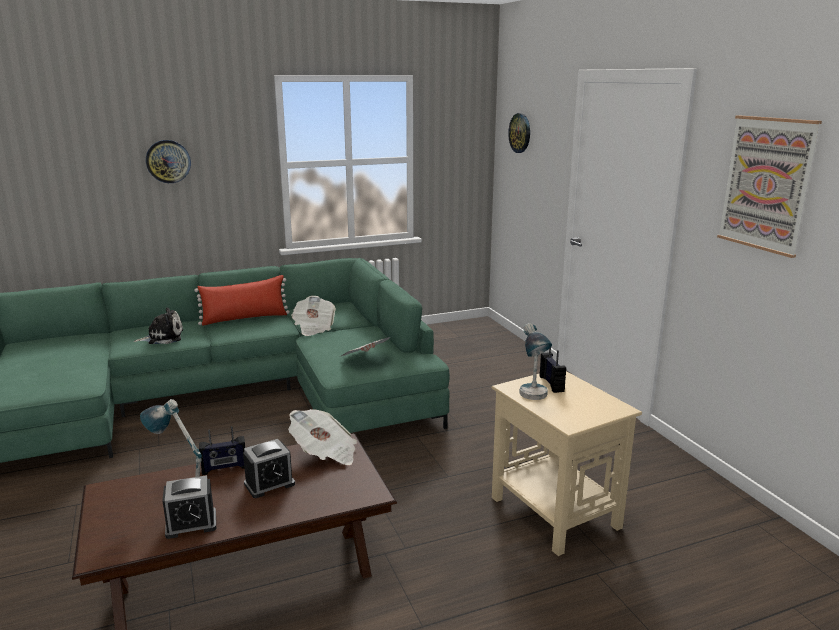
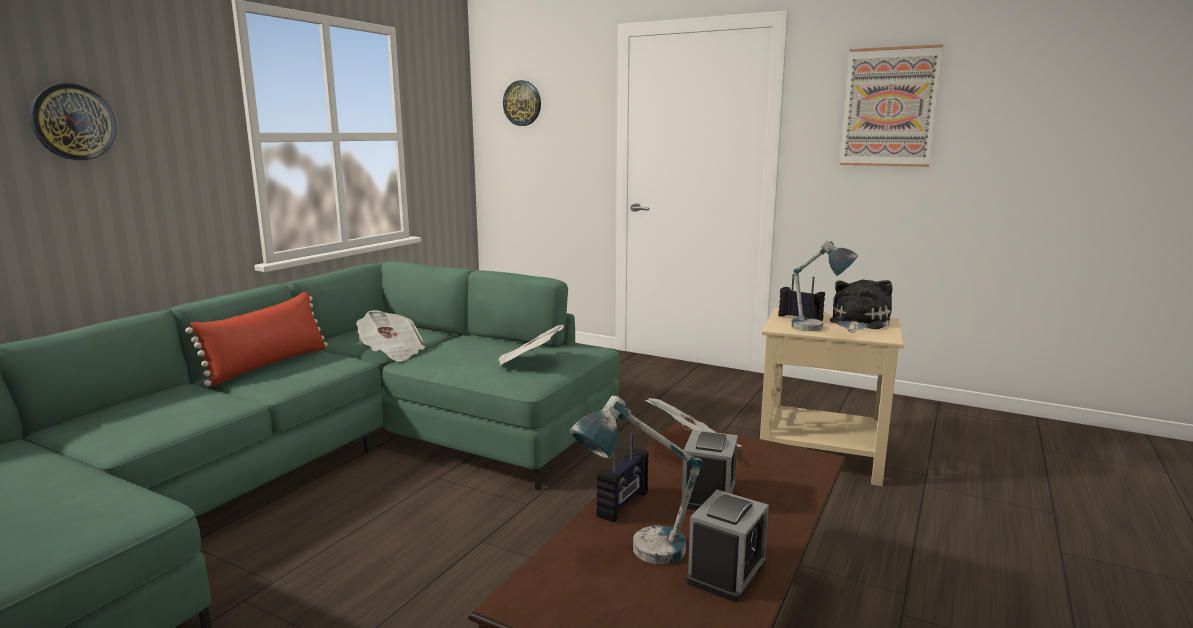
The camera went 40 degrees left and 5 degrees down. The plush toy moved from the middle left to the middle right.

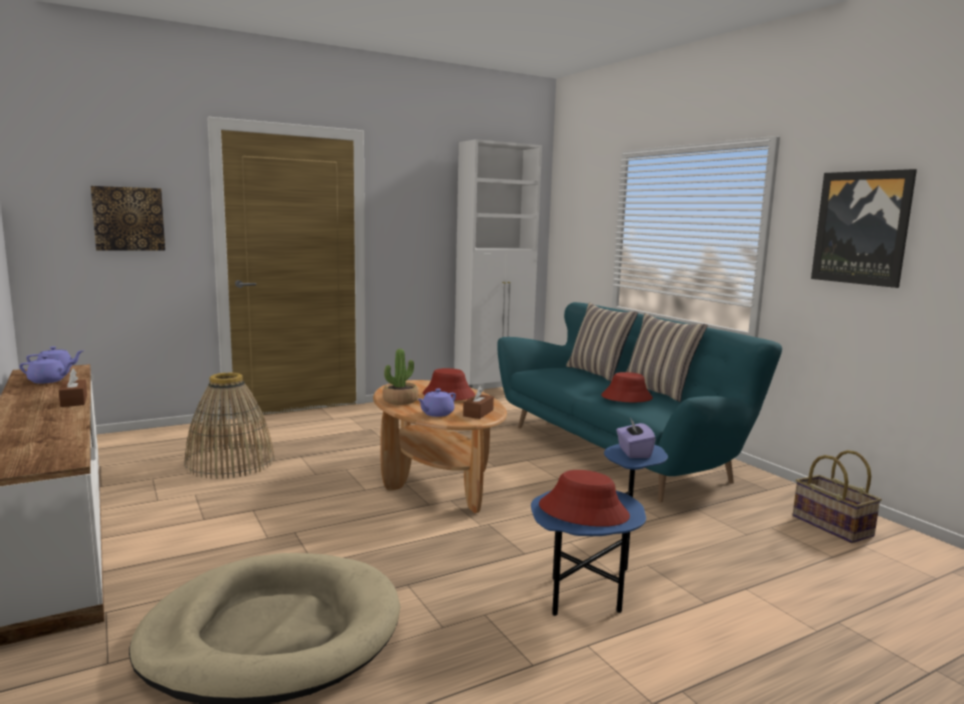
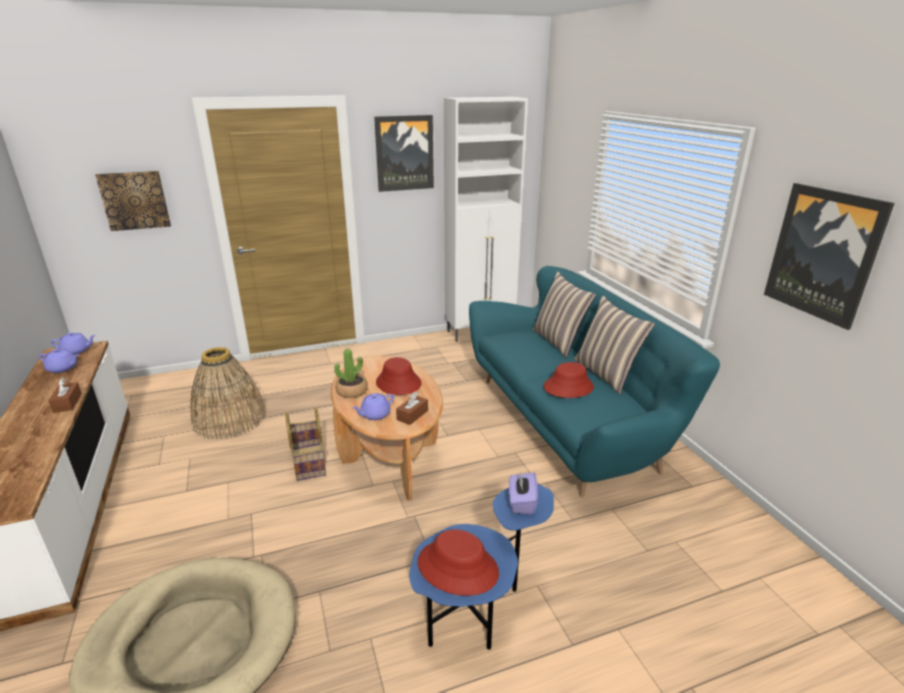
The camera went 10 degrees right and 15 degrees up. The basket (no. 2 from left) moved from the bottom right to the centre. The picture (no. 2 from left) at the top centre appeared.

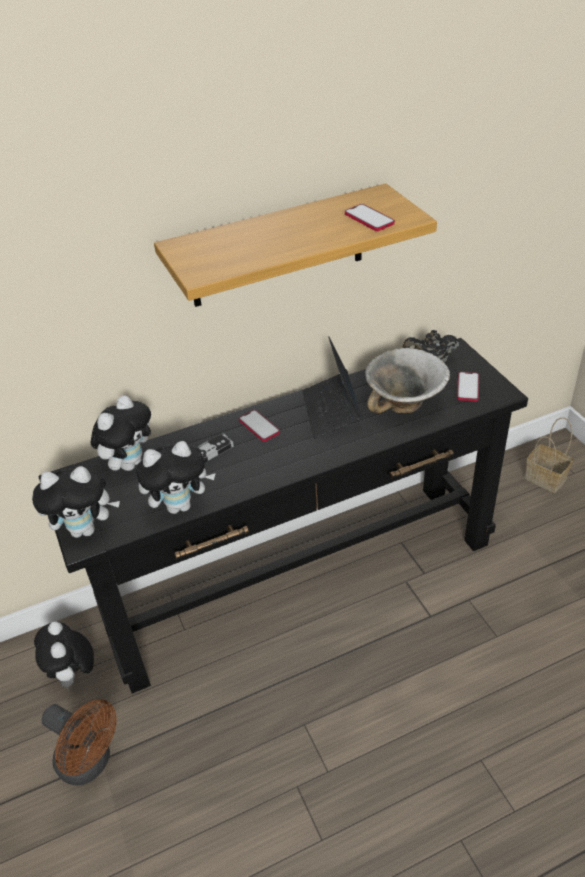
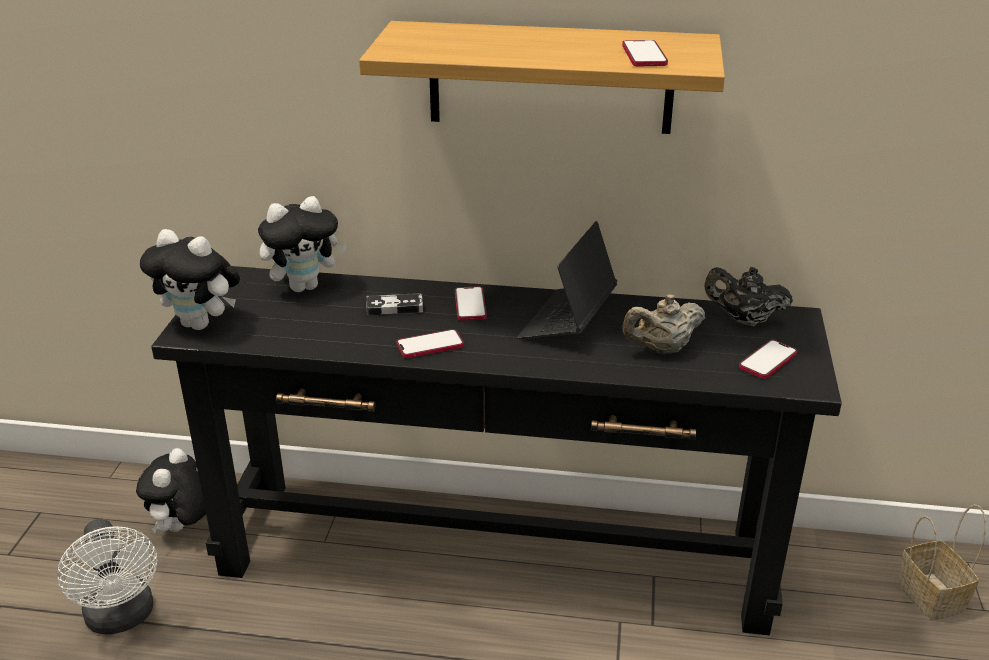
The camera went 30 degrees right and 10 degrees down. The bowl at the middle right was replaced by the beige teapot at the middle right. The plush toy (no. 4 from left) at the middle left disappeared. The brown fan at the bottom left became the white fan at the bottom left. The phone (no. 1 from left) at the centre appeared.

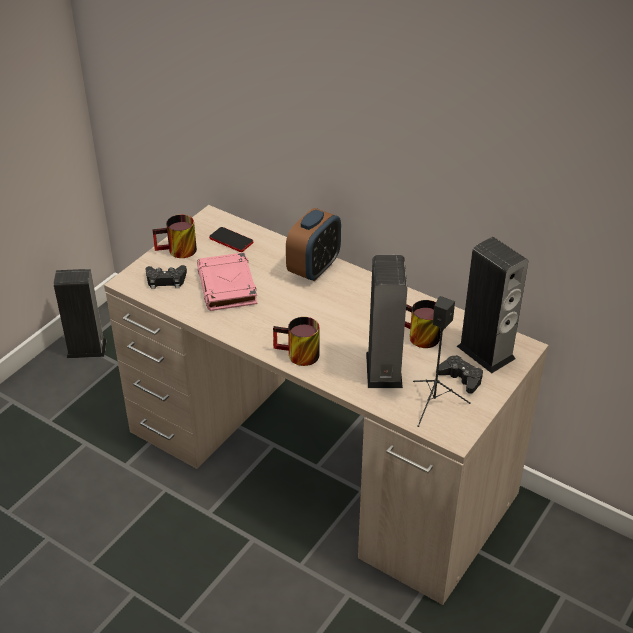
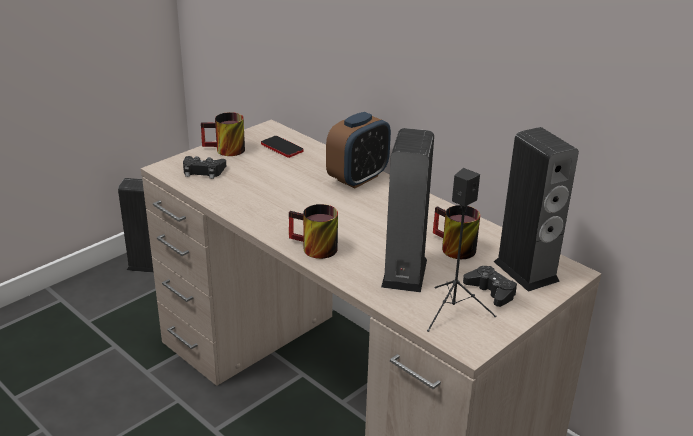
The camera went 10 degrees right and 10 degrees down. The pink book at the centre disappeared.

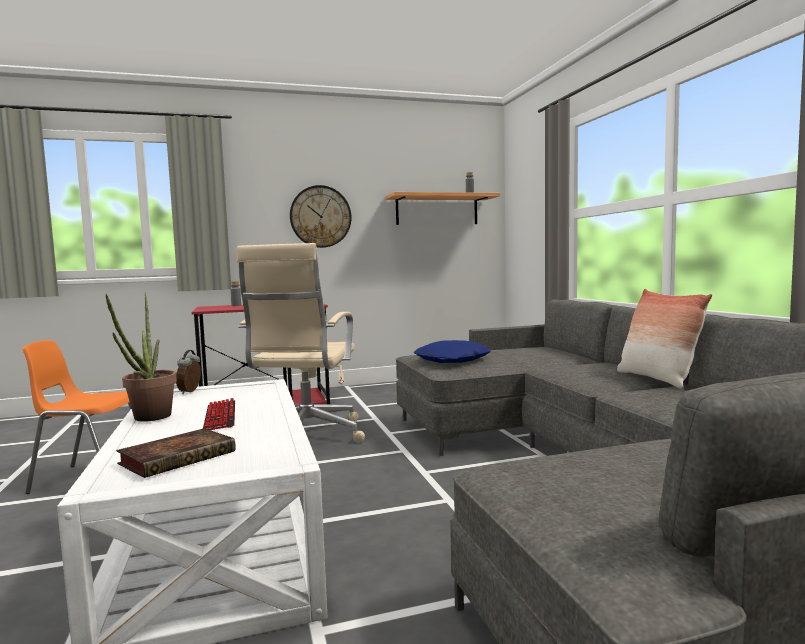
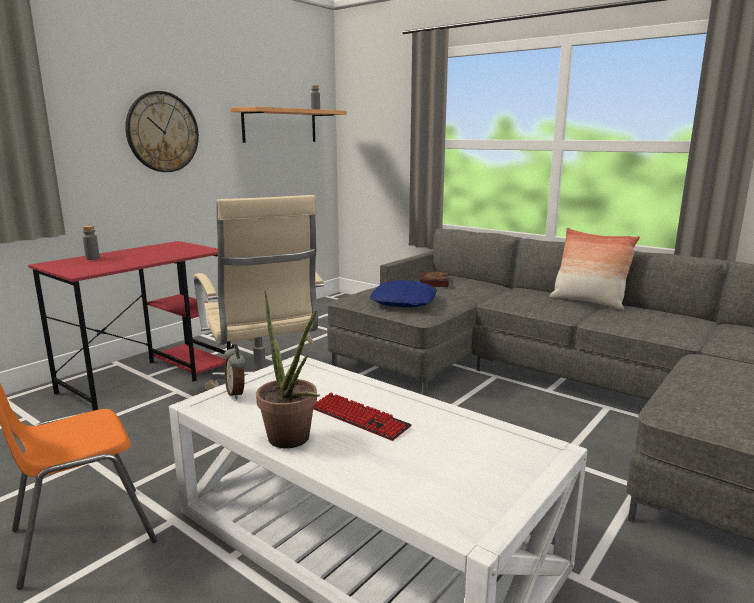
The camera went 35 degrees left and 10 degrees up. The book moved from the bottom left to the centre.

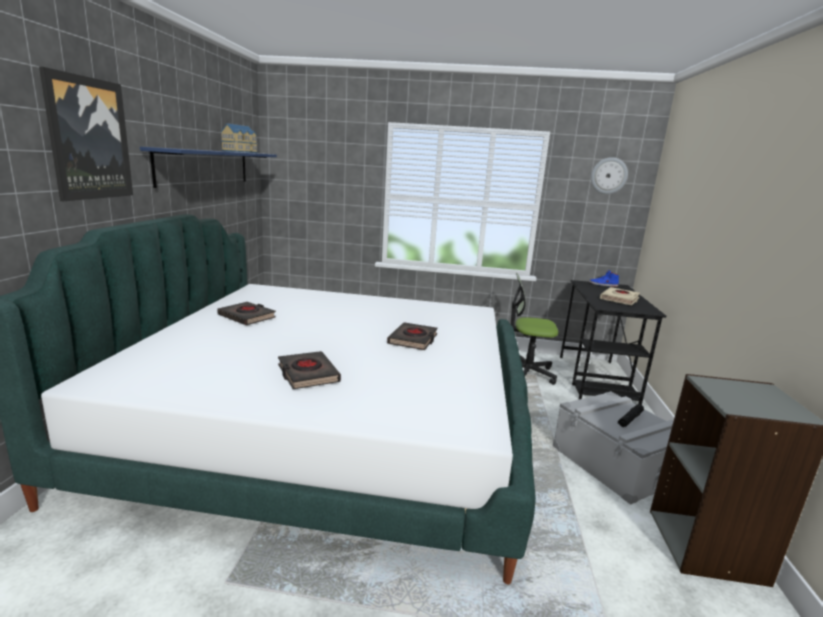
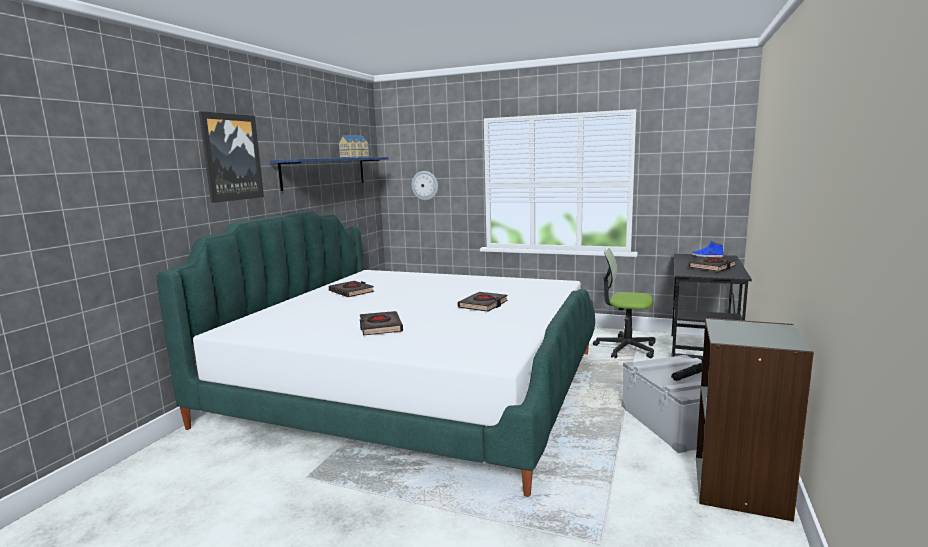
The camera went 15 degrees right and 5 degrees down. The wall clock moved from the top right to the centre. The beige book at the middle right became the black book (no. 4 from left) at the middle right.

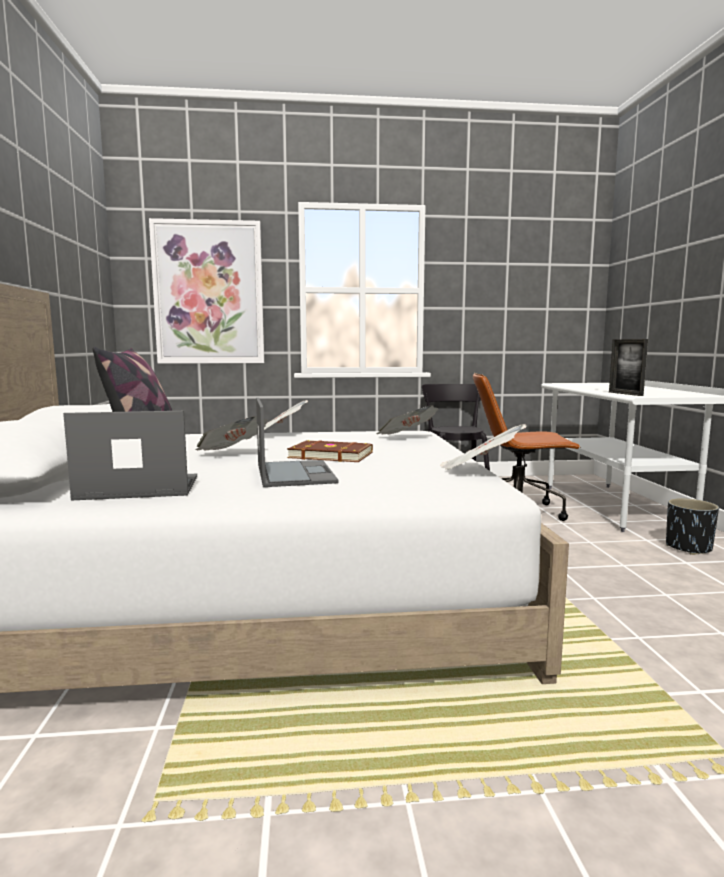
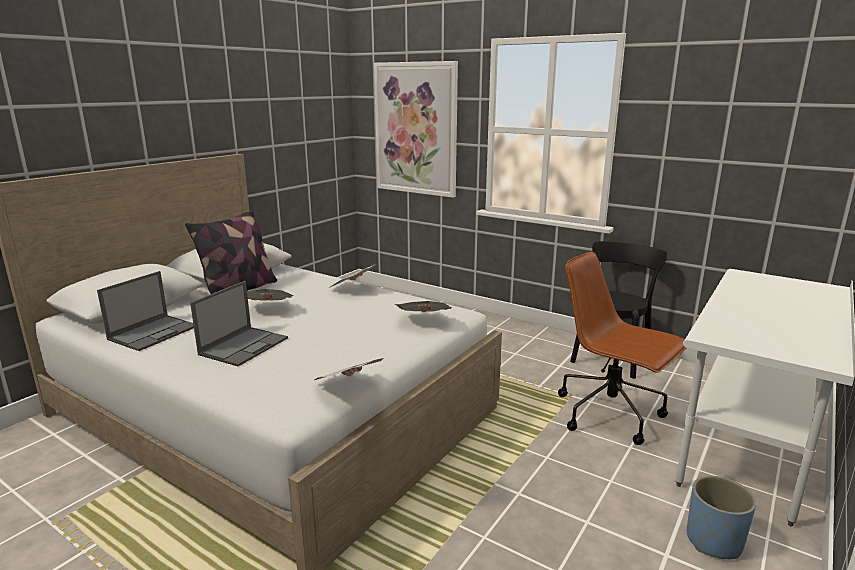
The camera went 40 degrees right and 10 degrees up. The picture frame at the middle right disappeared. The laptop (no. 1 from left) at the middle left turned 90 degrees clockwise. The brown book at the centre disappeared. The black planter at the middle right became the blue planter at the bottom right.

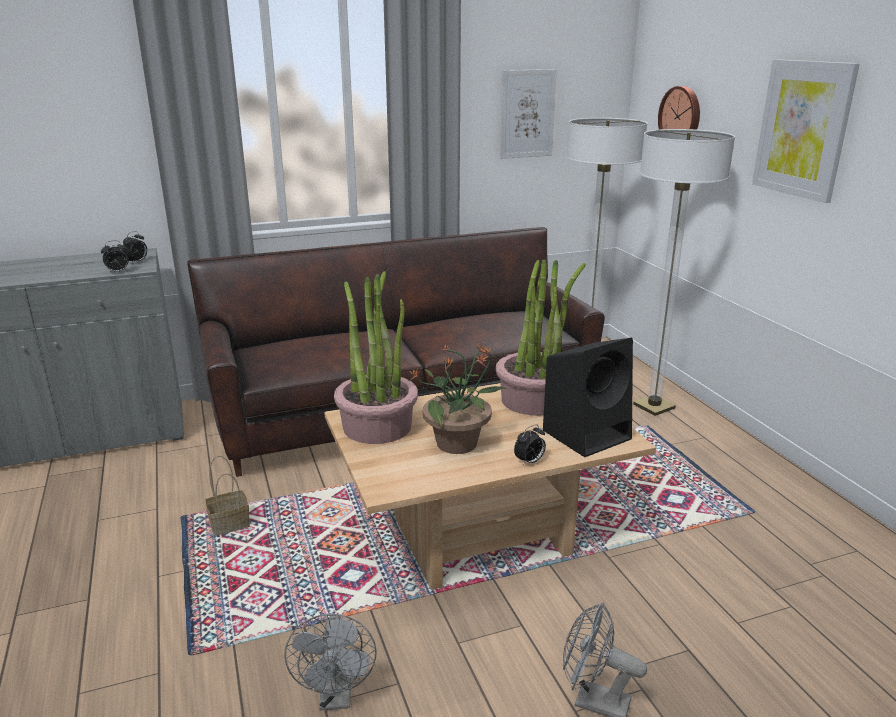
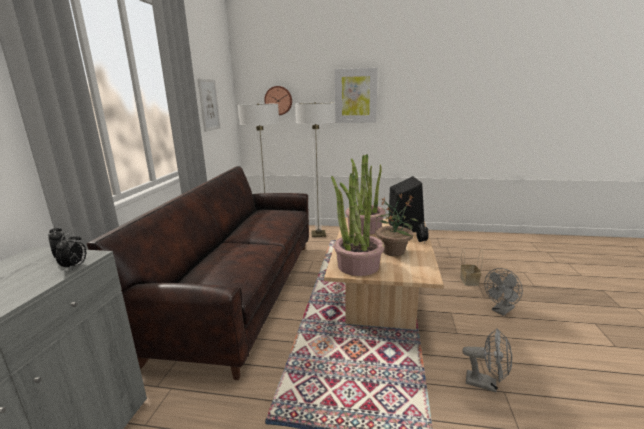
The camera went 60 degrees left and 5 degrees down. The basket moved from the bottom left to the middle right.

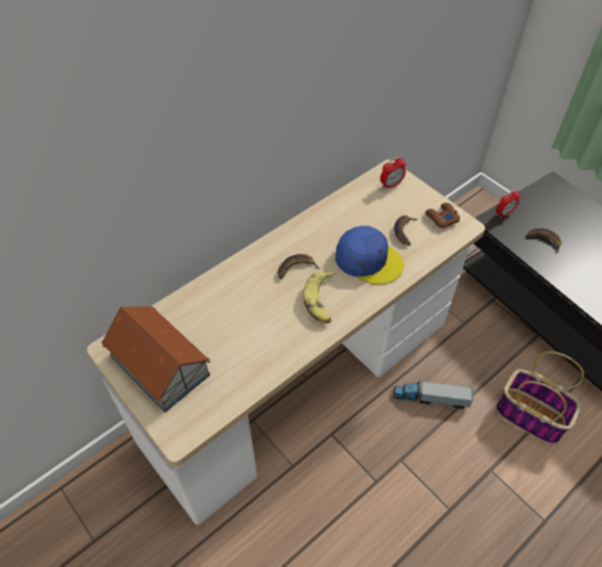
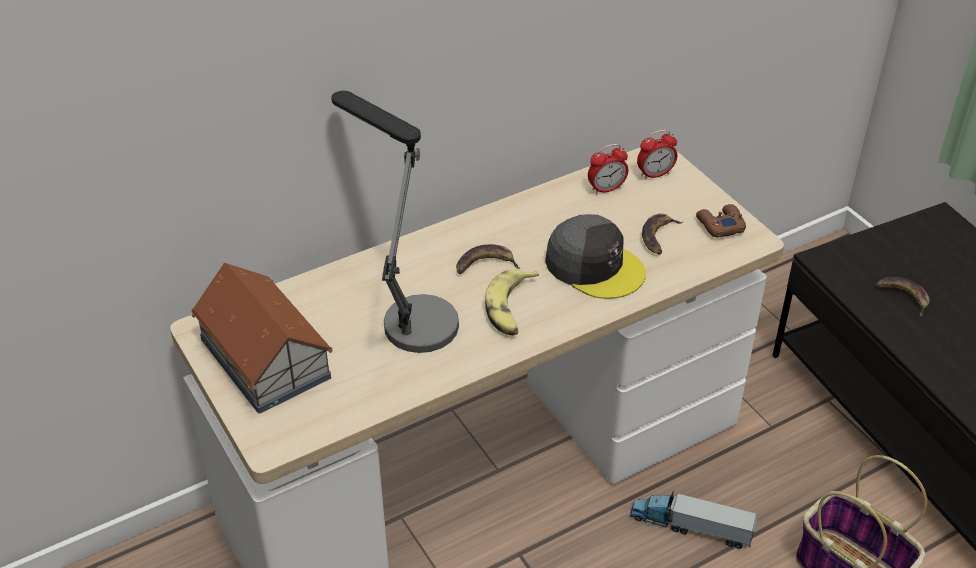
The camera went 10 degrees right and 10 degrees down. The alarm clock (no. 2 from left in the first image) moved from the middle right to the top centre. The blue cap at the centre became the grey cap at the centre. The table lamp at the centre appeared.

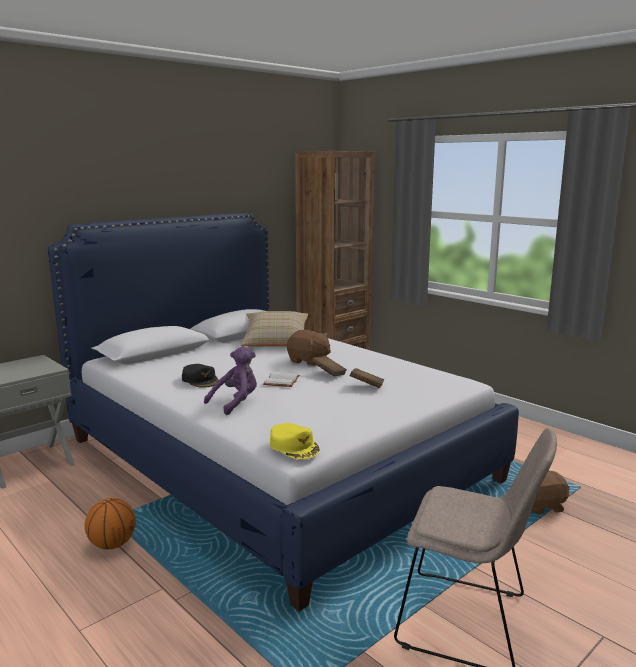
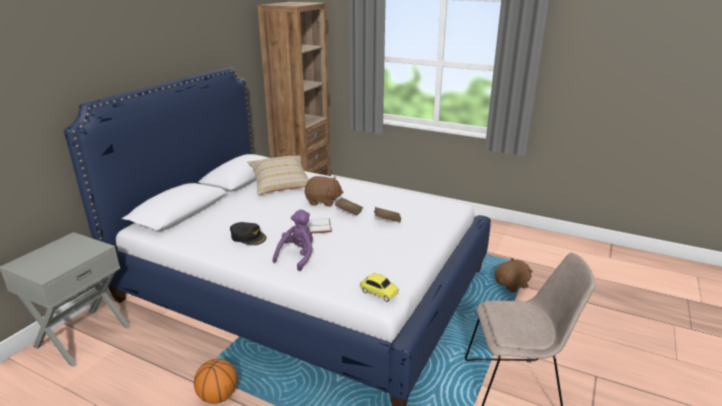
The camera went 20 degrees left and 10 degrees up. The yellow cap at the centre was replaced by the toy car at the bottom centre.

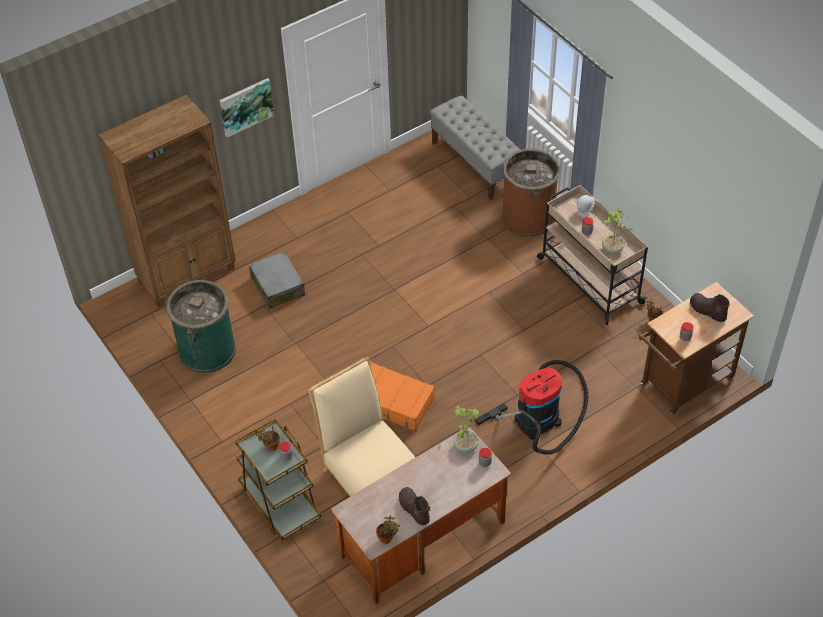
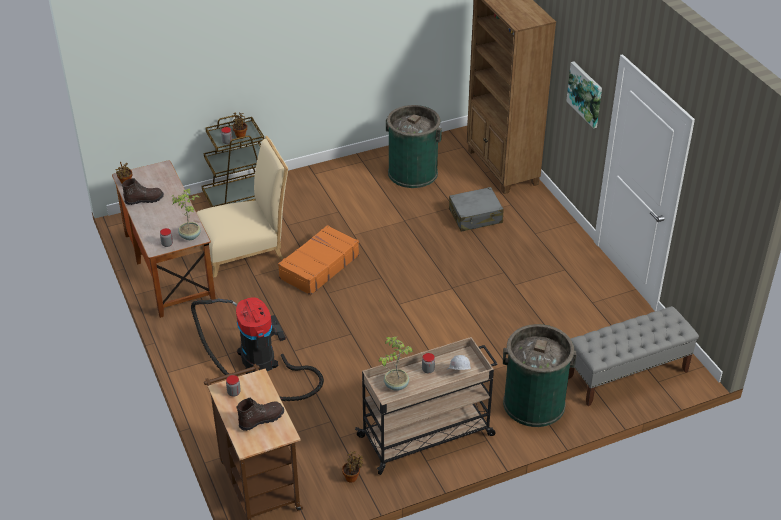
The camera went 100 degrees right and 10 degrees down. The brown trash can at the top centre became the green trash can (no. 2 from left) at the bottom right.

